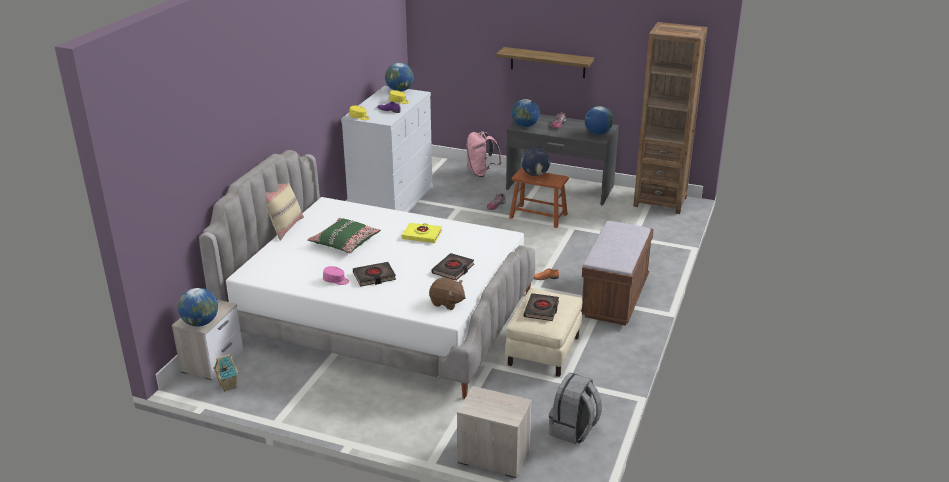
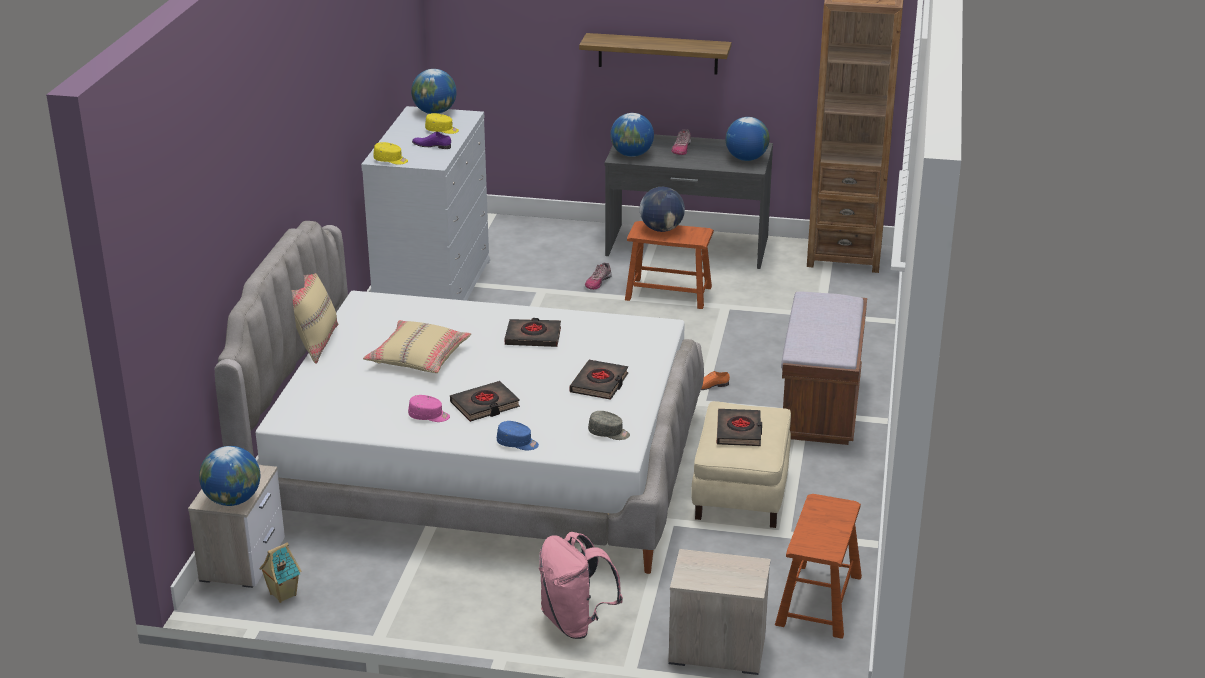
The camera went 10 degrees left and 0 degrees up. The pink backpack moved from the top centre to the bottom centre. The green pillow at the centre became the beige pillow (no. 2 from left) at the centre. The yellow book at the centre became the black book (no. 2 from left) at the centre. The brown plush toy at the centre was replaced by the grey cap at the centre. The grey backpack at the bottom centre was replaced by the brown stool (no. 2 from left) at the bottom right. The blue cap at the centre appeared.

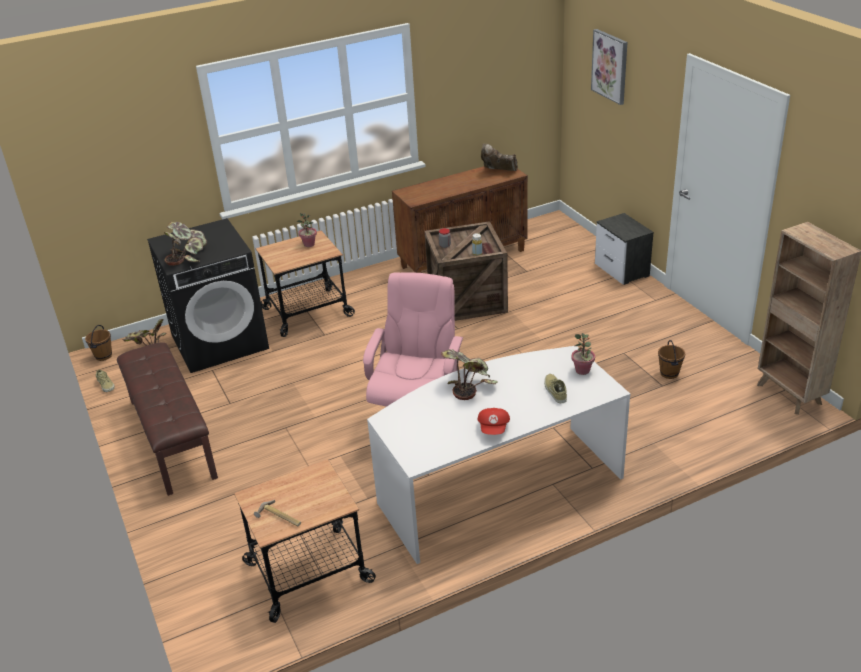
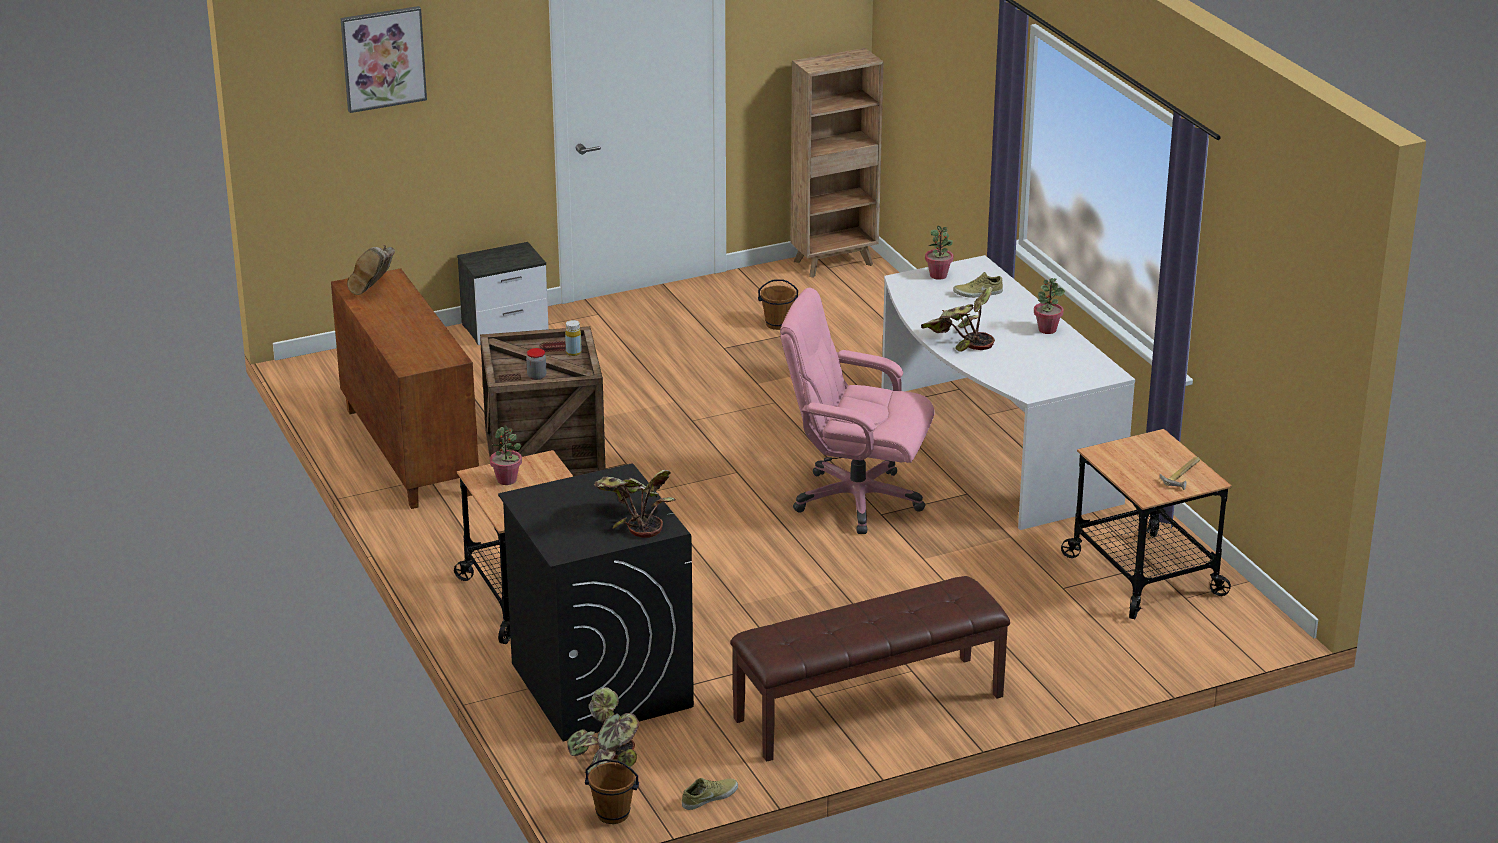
The camera went 90 degrees left and 5 degrees down. The red cap at the centre was replaced by the potted plant (no. 6 from left) at the middle right.

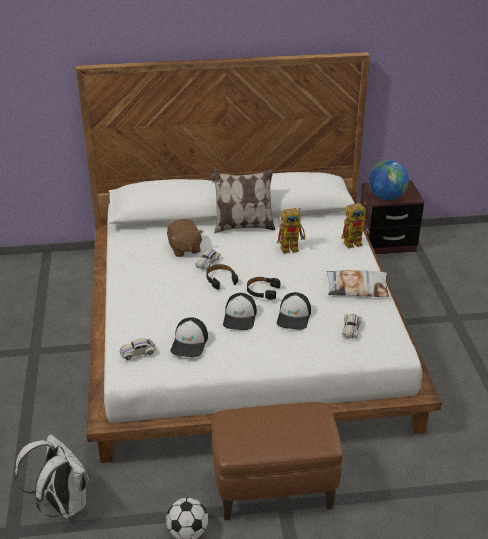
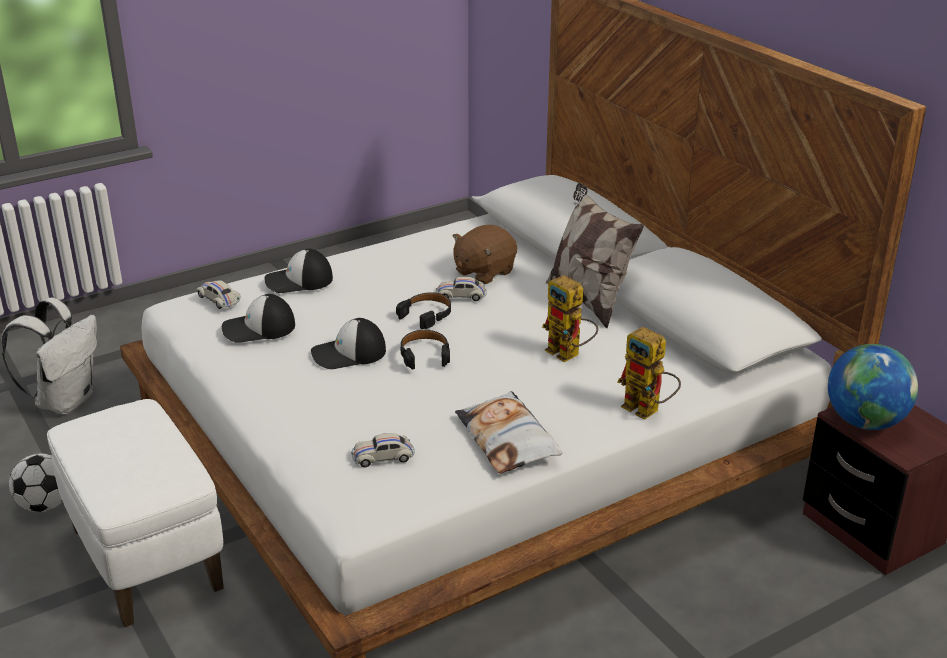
The camera went 65 degrees right and 5 degrees down. The cap (no. 3 from left in the first image) moved from the centre to the middle left. The brown ottoman at the bottom centre became the white ottoman at the bottom left.

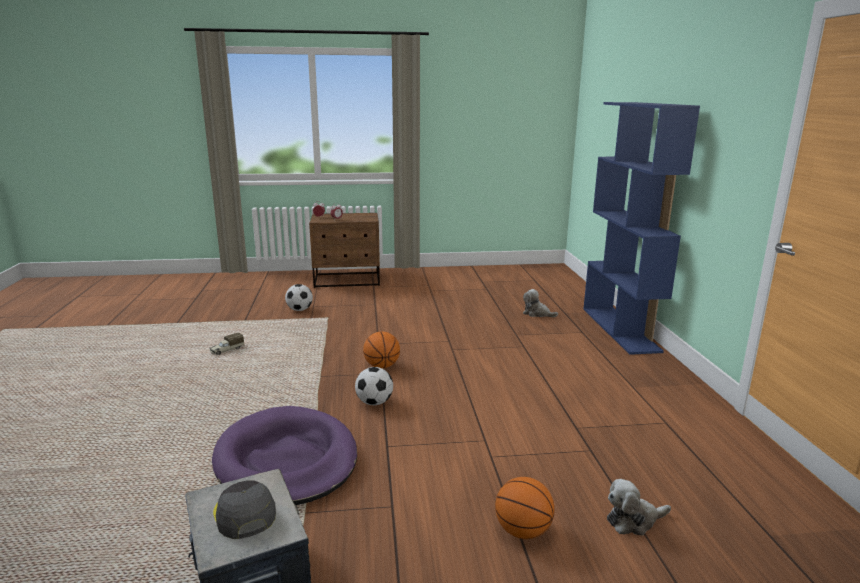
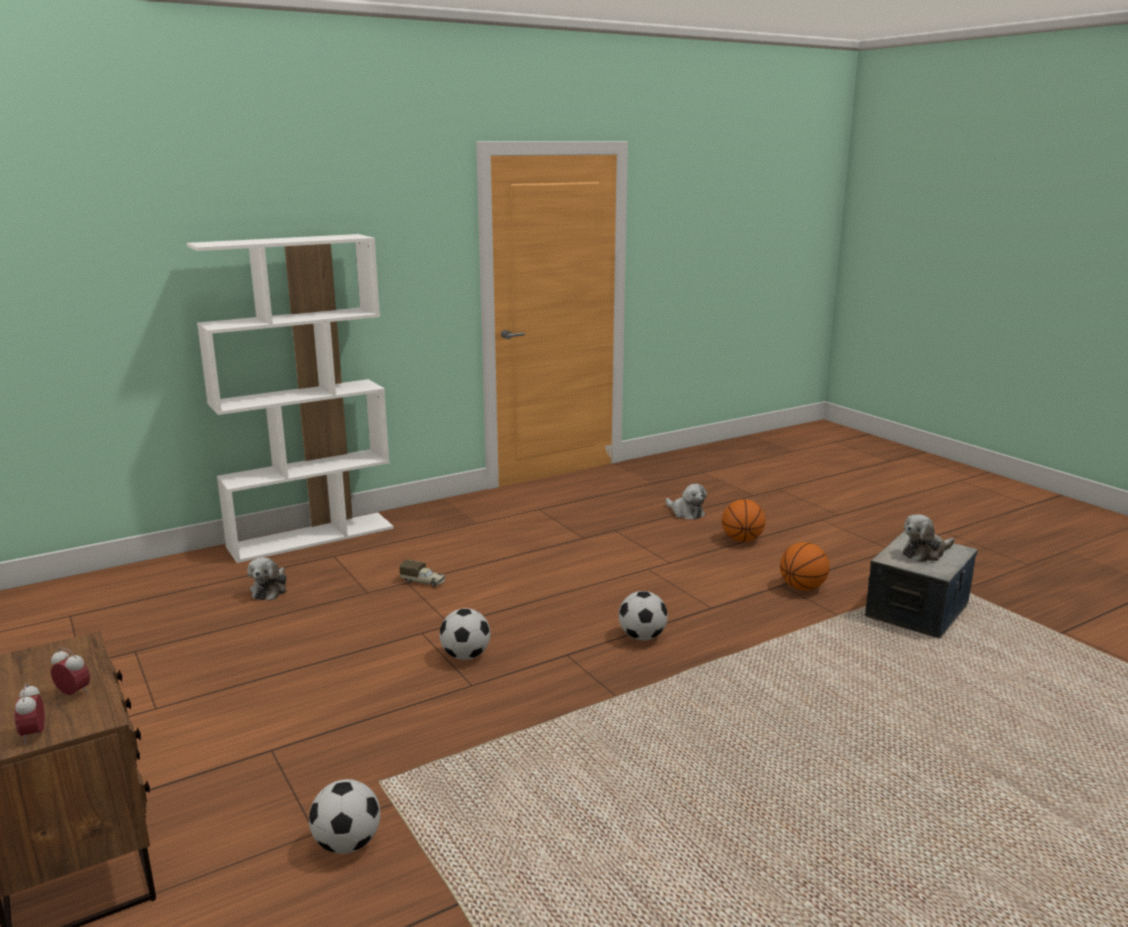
The camera went 115 degrees left and 0 degrees up. The blue bookcase at the middle right became the white bookcase at the middle left. The basketball (no. 1 from left in the first image) moved from the centre to the middle right. The toy truck moved from the middle left to the centre. The purple dog bed at the bottom left disappeared. The grey cap at the bottom left was replaced by the plush toy (no. 3 from left) at the middle right. The football (no. 2 from left) at the bottom centre appeared.

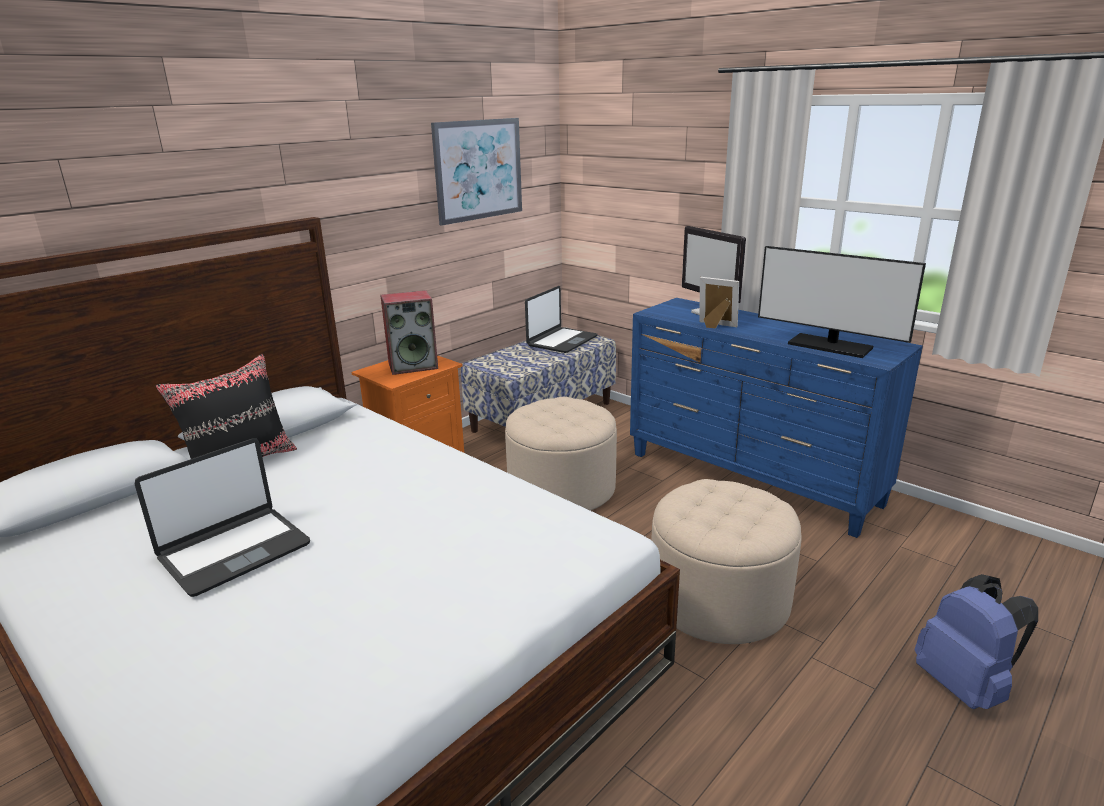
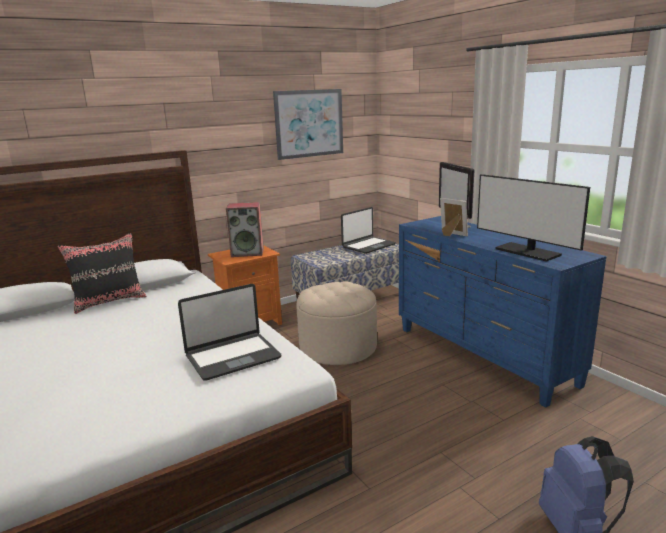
The camera went 15 degrees right and 5 degrees down. The laptop (no. 1 from left) moved from the middle left to the centre. The beige ottoman (no. 2 from left) at the bottom centre disappeared.

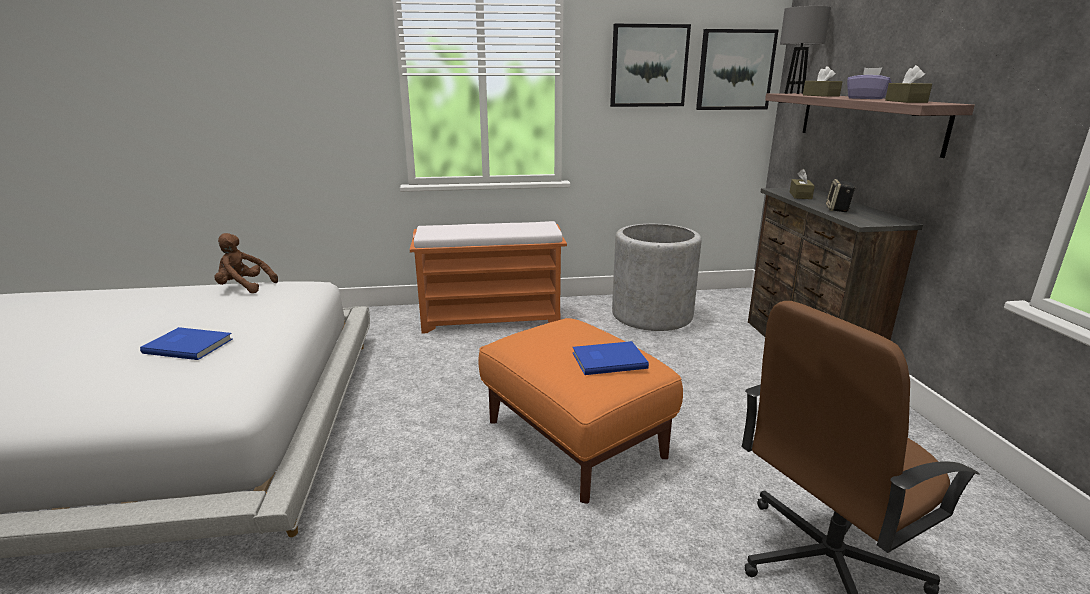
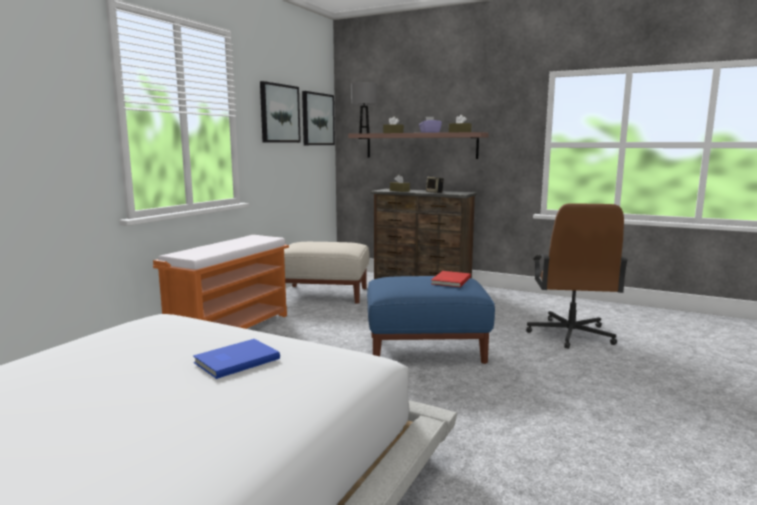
The camera went 55 degrees left and 10 degrees down. The grey planter at the centre was replaced by the beige ottoman at the centre. The brown plush toy at the middle left disappeared. The orange ottoman at the bottom centre became the blue ottoman at the centre. The blue book (no. 2 from left) at the centre became the red book at the centre.

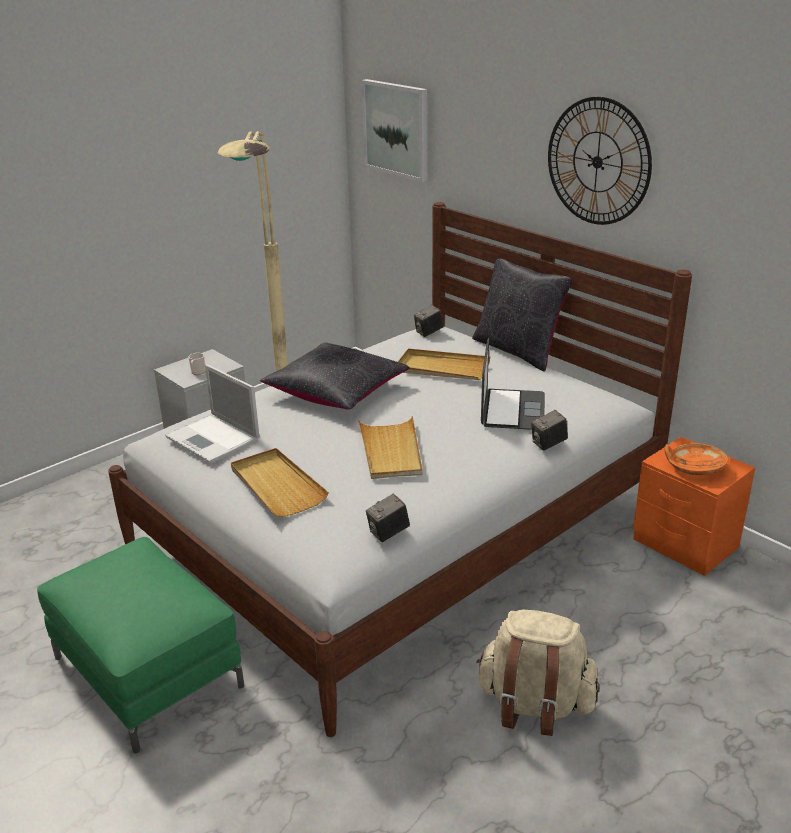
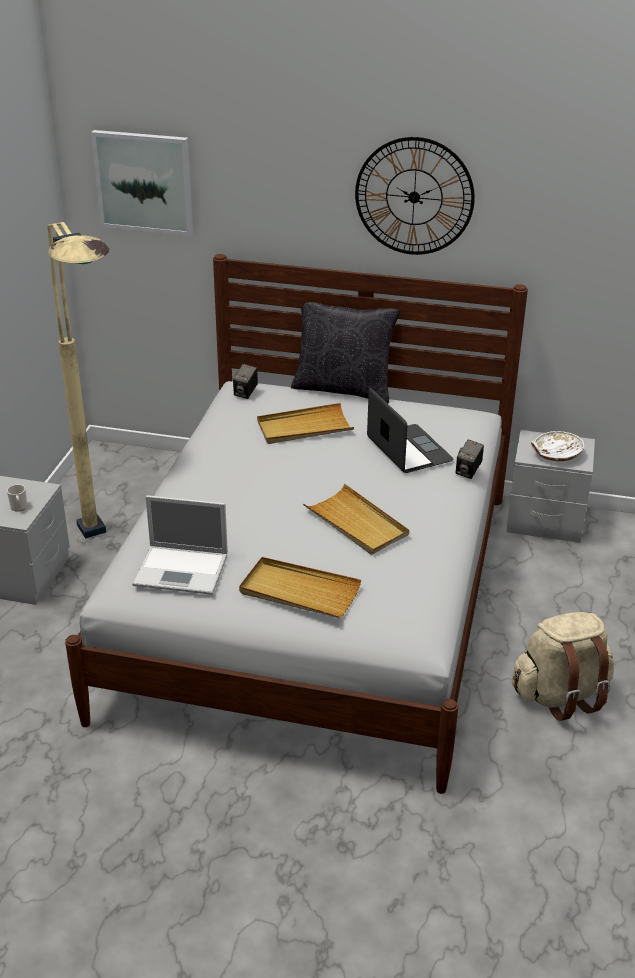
The camera went 35 degrees left and 5 degrees up. The black pillow (no. 1 from left) at the centre disappeared. The orange nightstand at the middle right became the grey nightstand (no. 2 from left) at the middle right. The orange bowl at the middle right became the white bowl at the middle right. The photo camera (no. 1 from left) at the centre disappeared. The green ottoman at the bottom left disappeared.

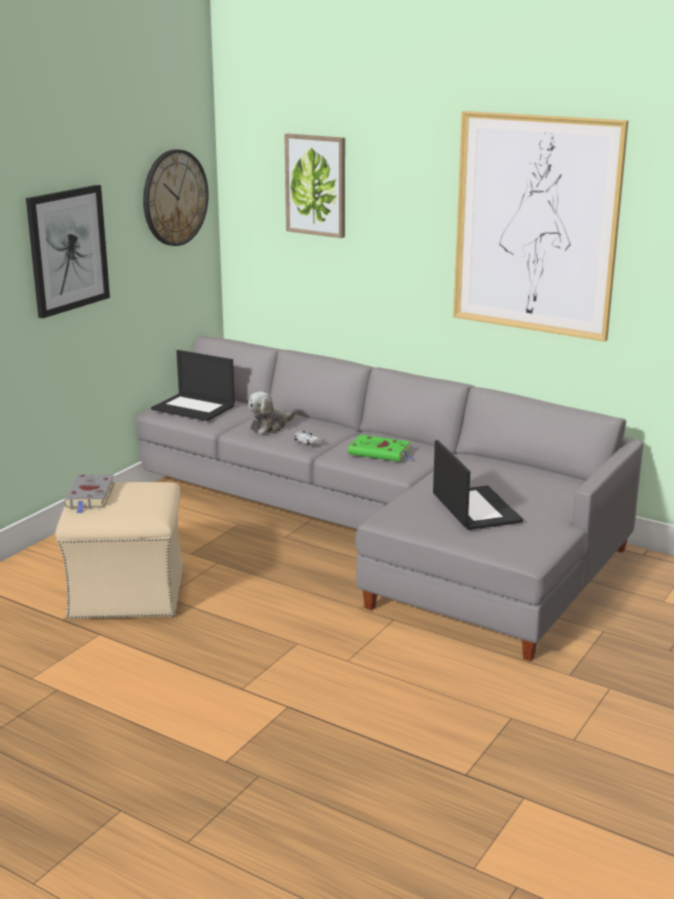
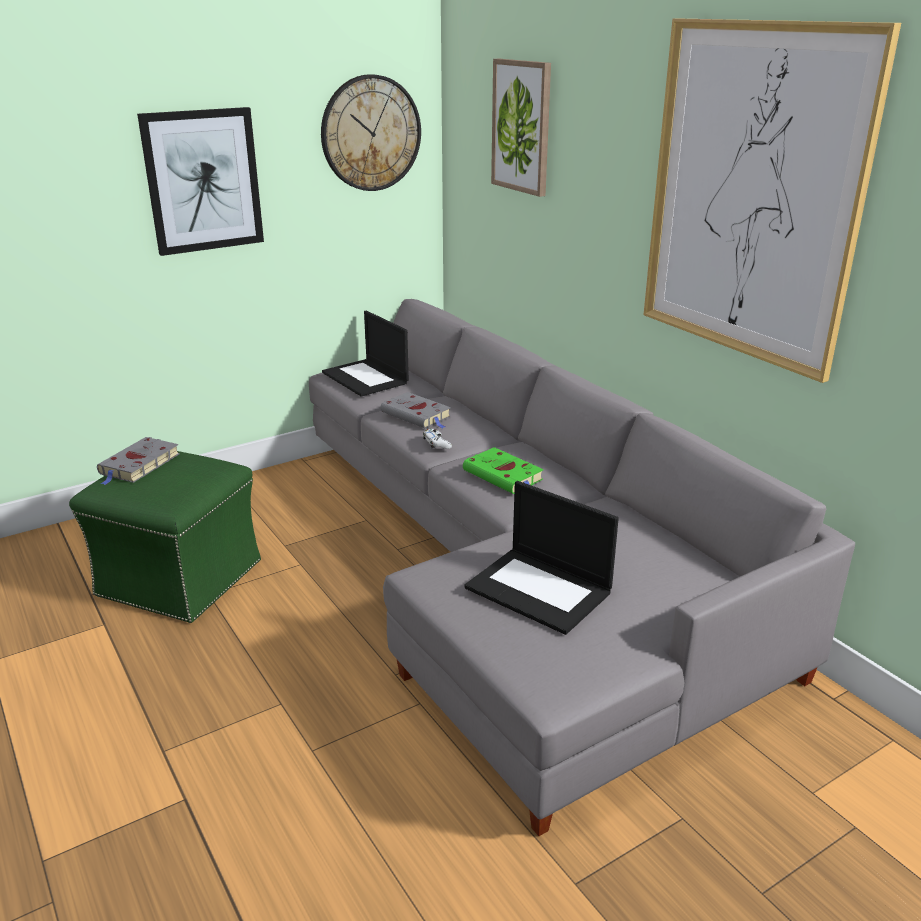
The camera went 25 degrees right and 5 degrees up. The plush toy at the centre was replaced by the grey book (no. 2 from left) at the centre. The laptop (no. 2 from left) at the middle right turned 120 degrees clockwise. The beige ottoman at the middle left became the green ottoman at the middle left.

